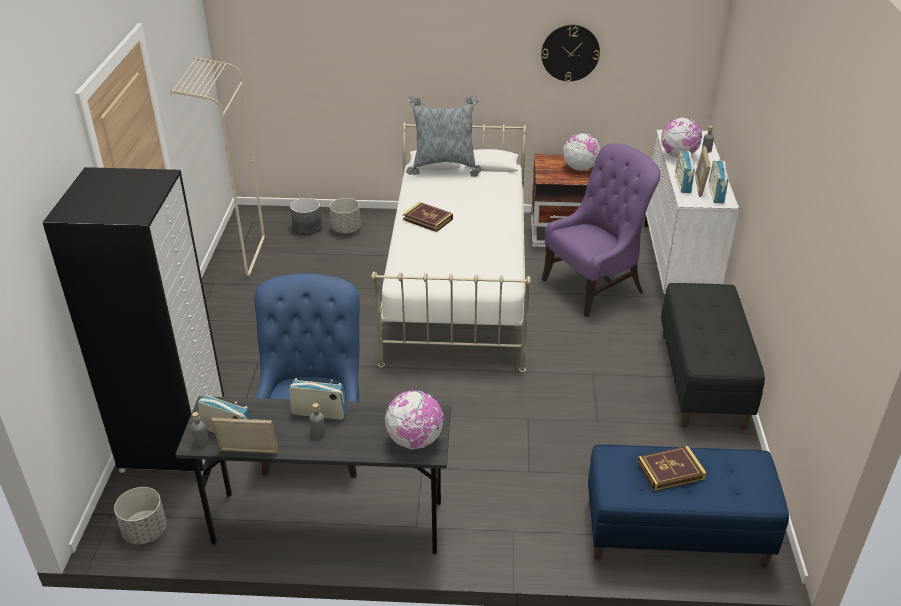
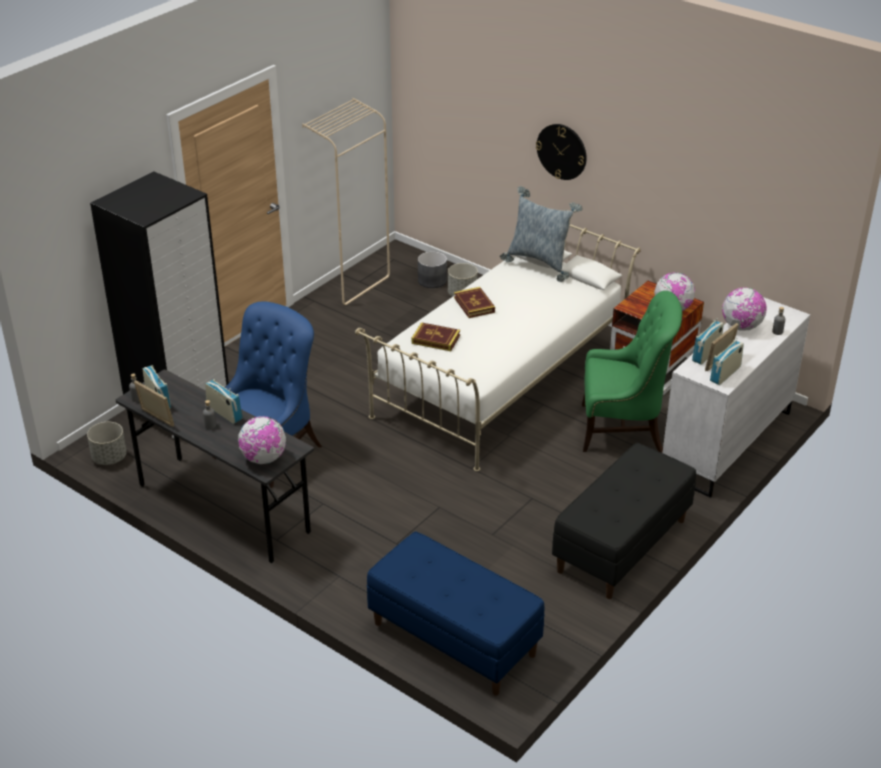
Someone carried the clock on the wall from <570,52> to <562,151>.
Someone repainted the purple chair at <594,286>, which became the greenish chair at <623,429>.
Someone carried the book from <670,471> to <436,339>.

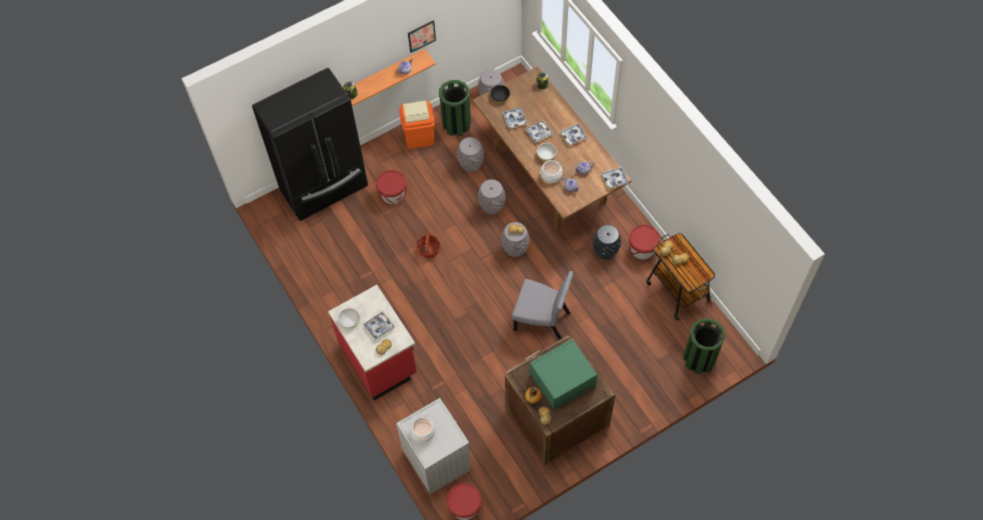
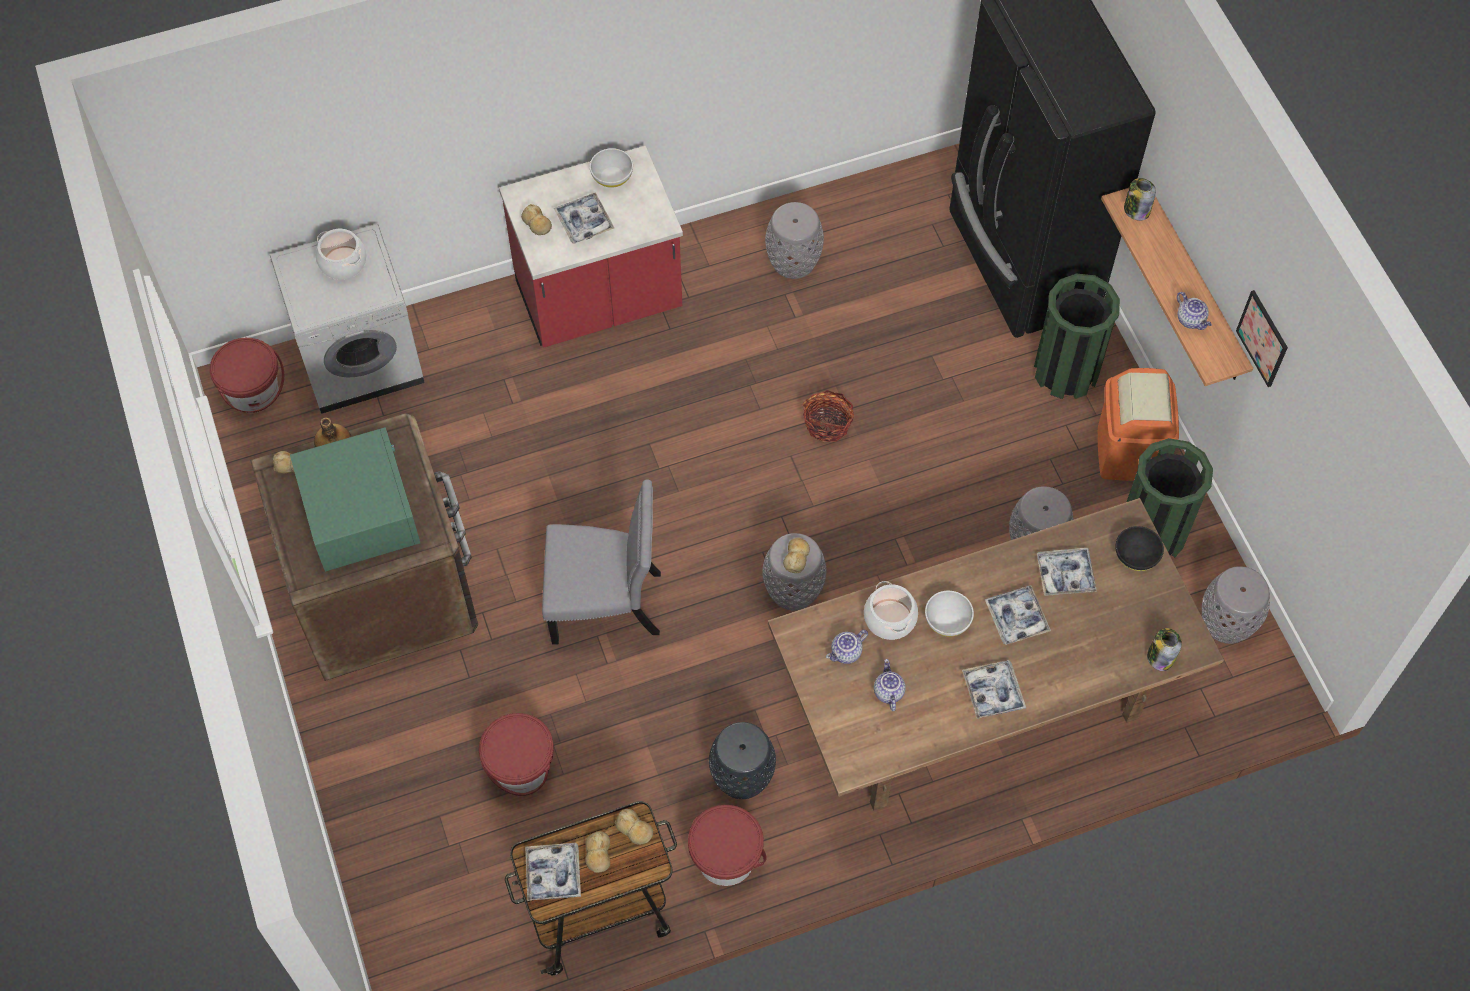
Someone carried the red-coloured water bucket from <393,194> to <521,767>.
Someone carried the gray stool from <491,205> to <793,261>.
Someone rotated the gray chair at <541,319> by 120 degrees counterclockwise.
Someone carried the carrying tray from <614,179> to <553,874>.
Someone carried the greenish rubbish bin from <699,359> to <1066,371>.

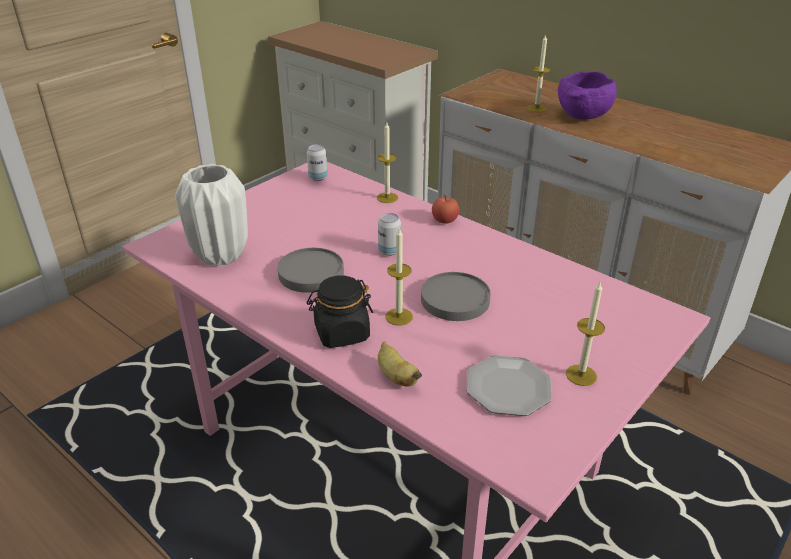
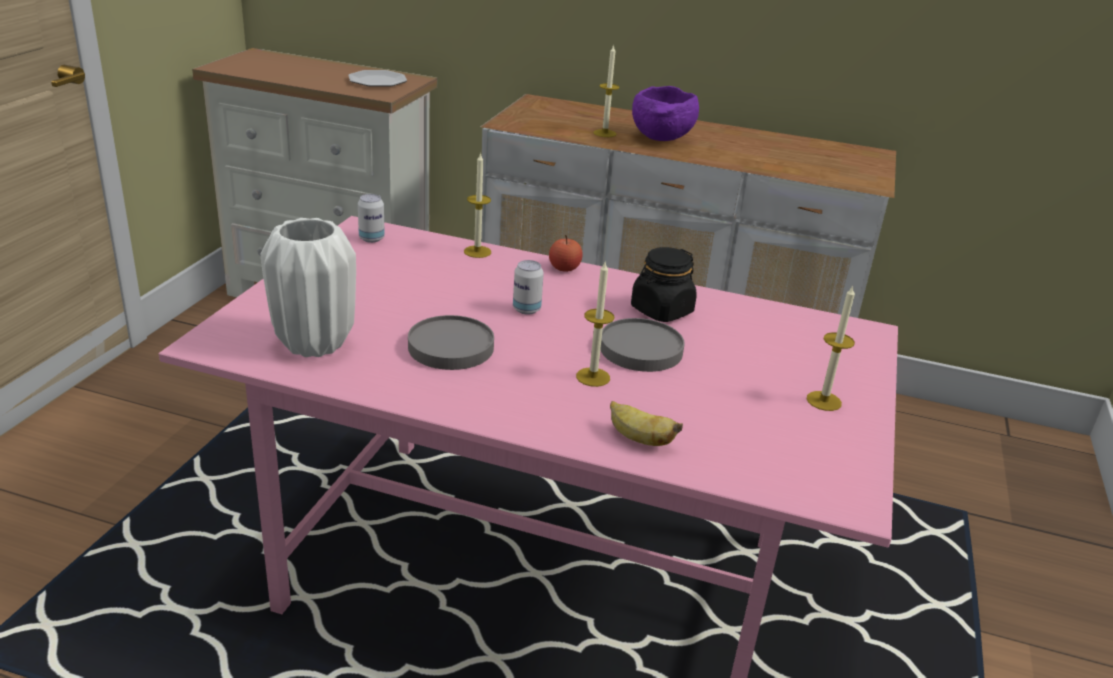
Someone carried the black jar from <341,333> to <661,311>.
Someone carried the plate from <507,387> to <377,81>.

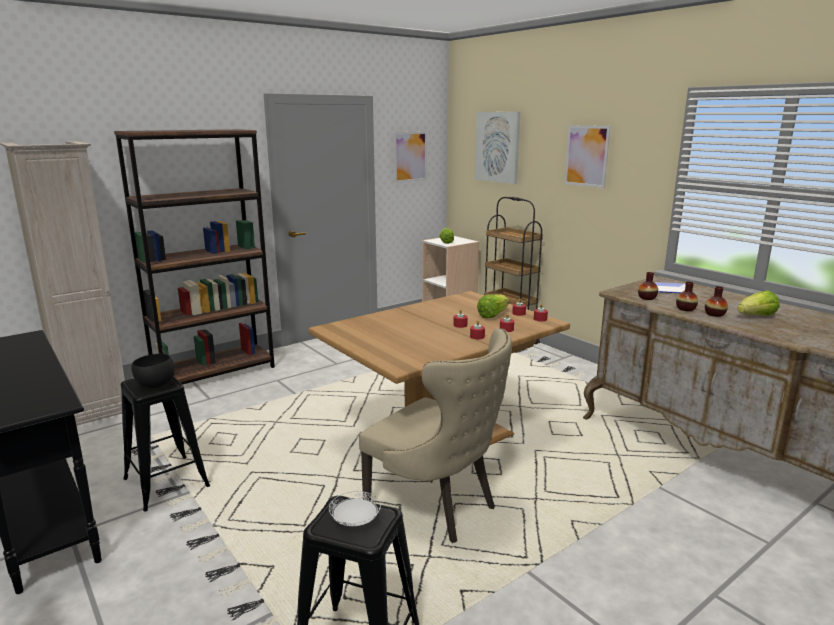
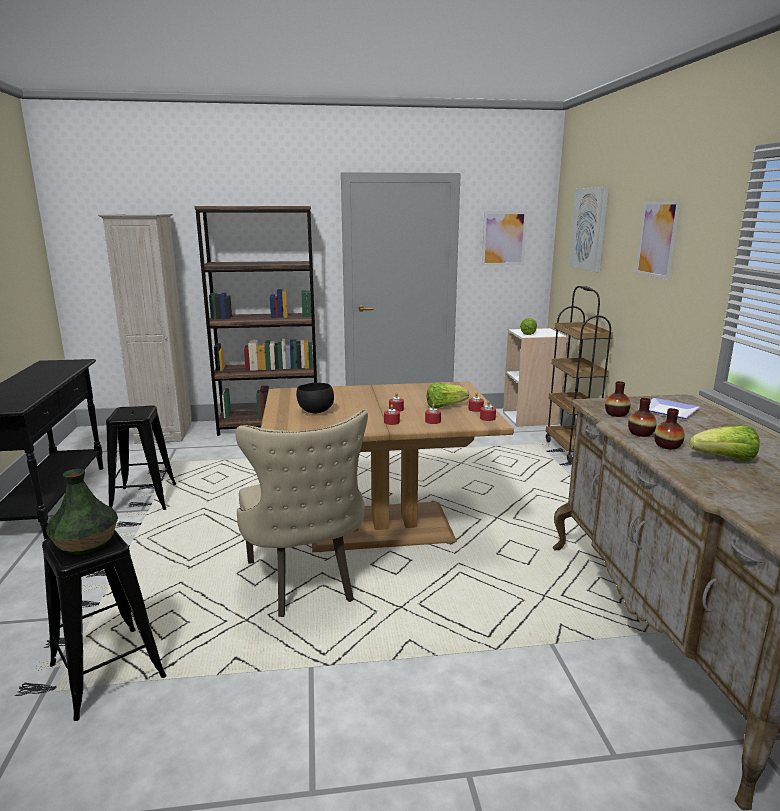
Someone carried the black serving bowl from <155,385> to <315,412>.
Someone swapped the whitish plate at <355,521> for the flower vase at <86,544>.

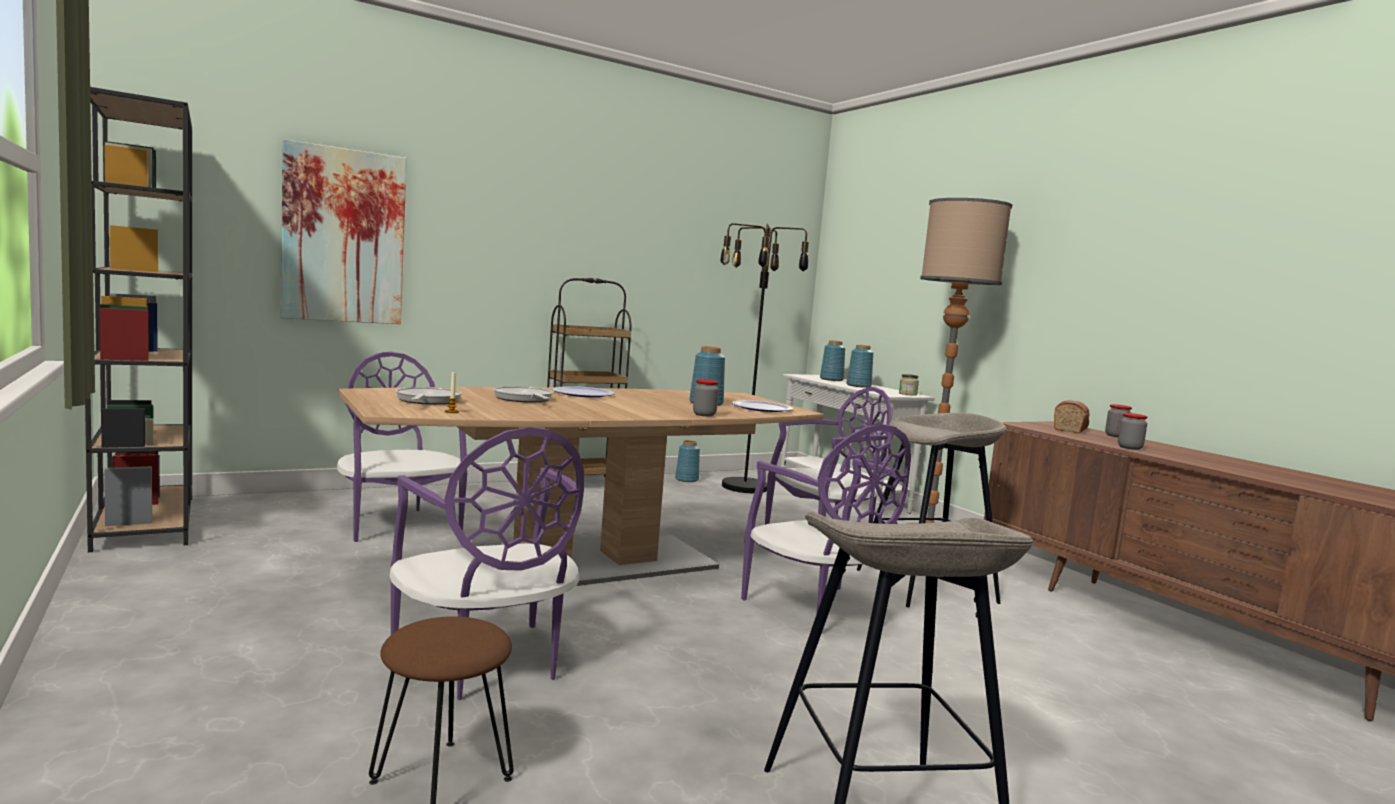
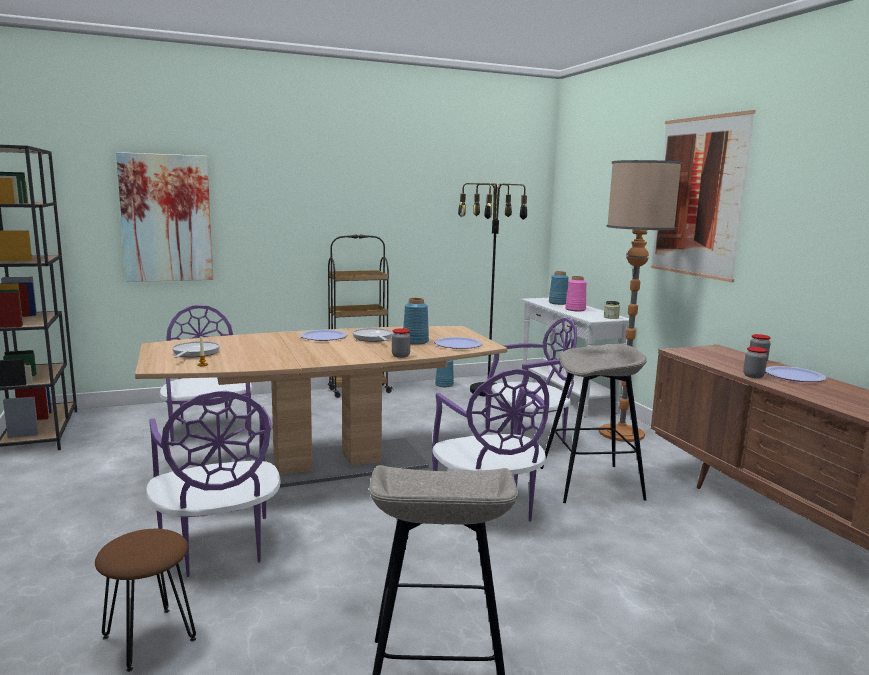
Someone carried the skillet from <524,399> to <373,338>.
Someone repainted the blue flower vase at <858,386>, which became the pink flower vase at <575,309>.
Someone took away the bakery bread at <1071,429>.
Someone put up the wall art at <698,196>.
Someone put down the plate at <794,376>.

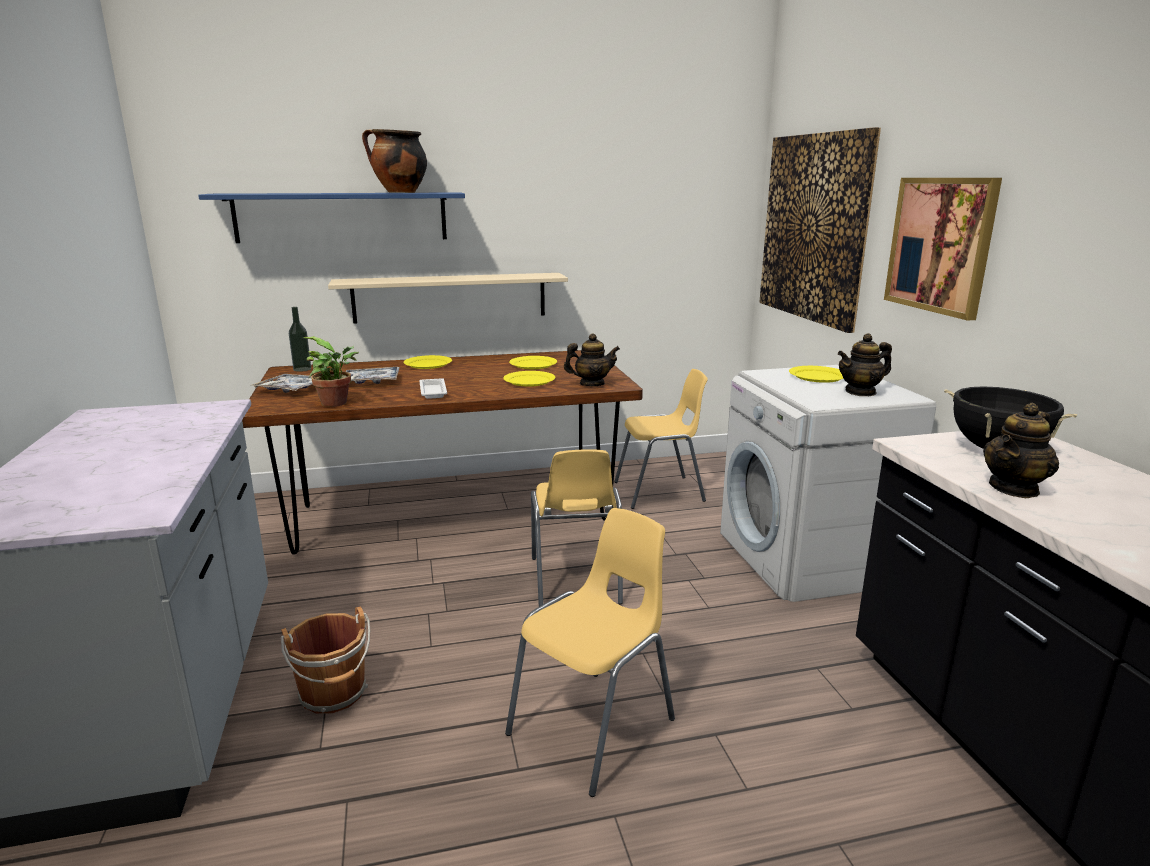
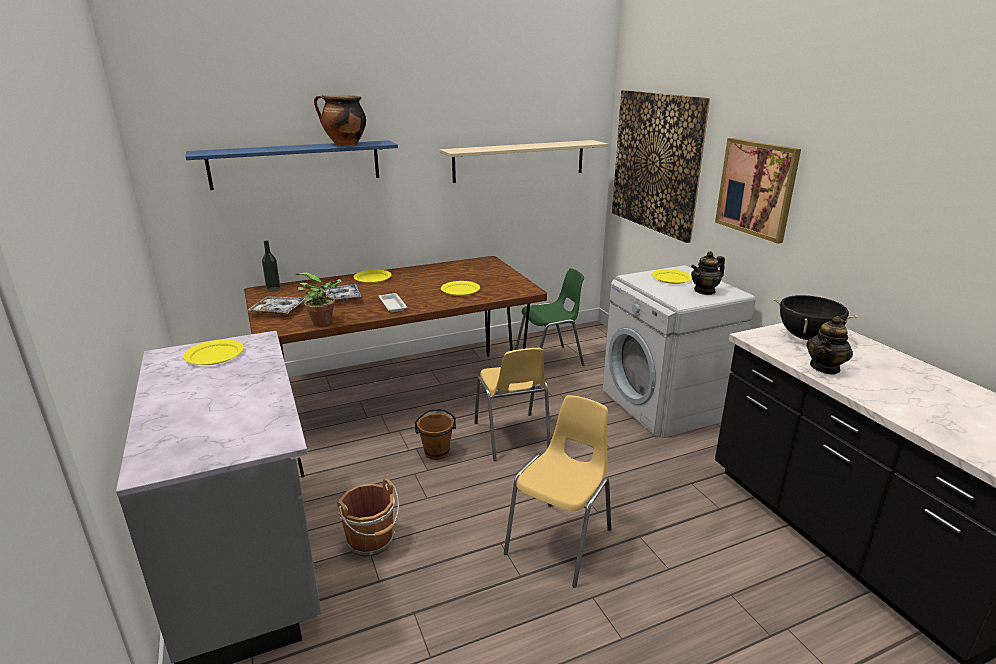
Someone carried the beige-coloured bracket shelf from <450,297> to <519,161>.
Someone carried the yellow plate from <533,364> to <215,355>.
Someone took away the teapot at <591,384>.
Someone repainted the yellow chair at <660,492>, which became the greenish chair at <549,361>.
Someone put down the brown water bucket at <436,453>.

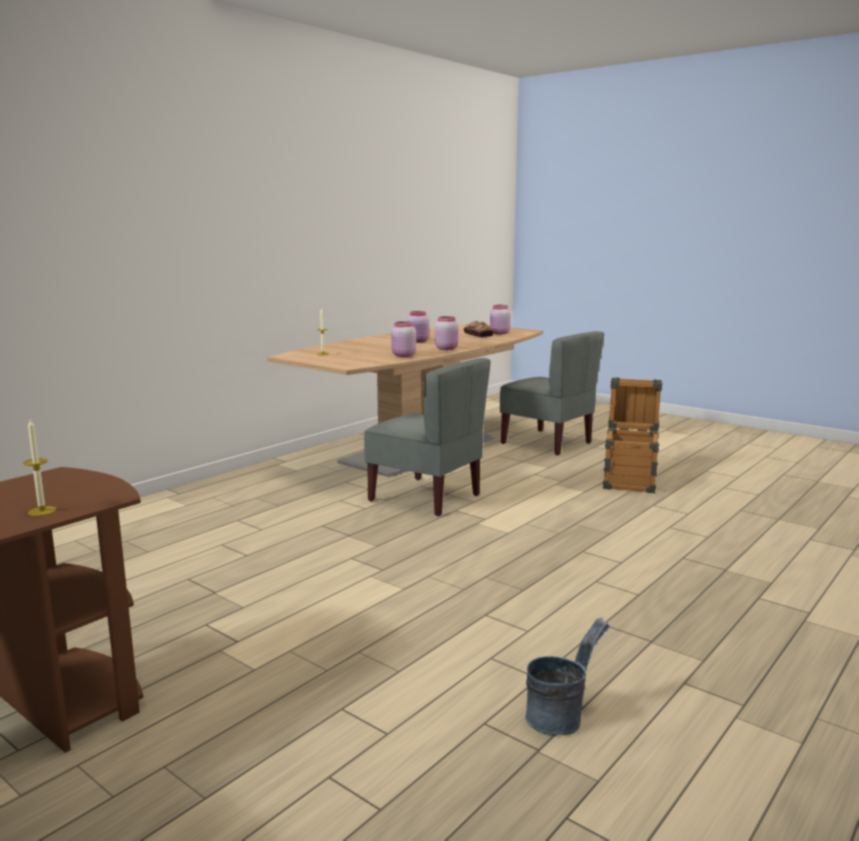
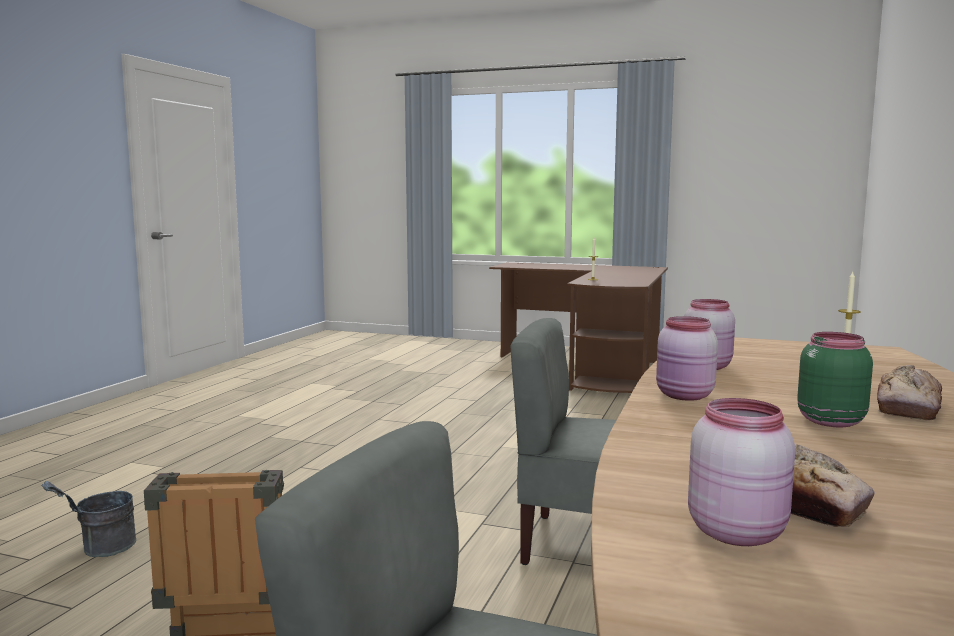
Someone repainted the pink jar at <418,341>, which became the greenish jar at <828,420>.
Someone carried the gray water bucket from <561,716> to <100,550>.
Someone put down the bakery bread at <908,407>.

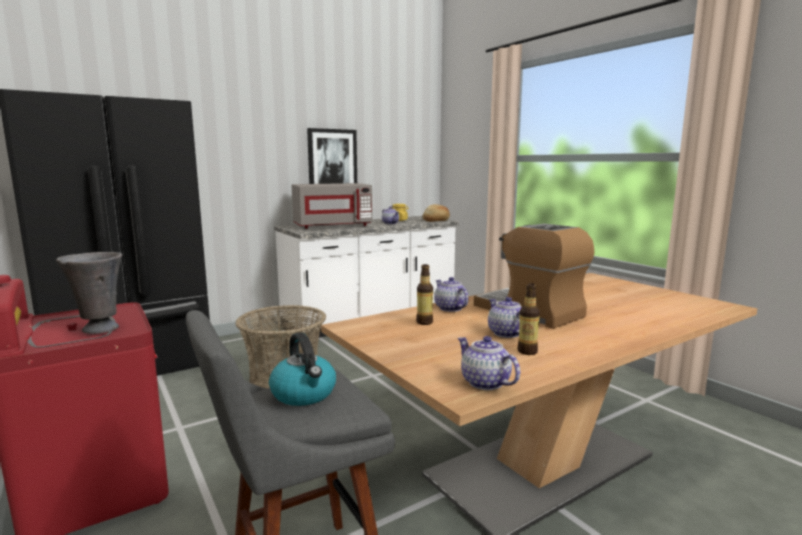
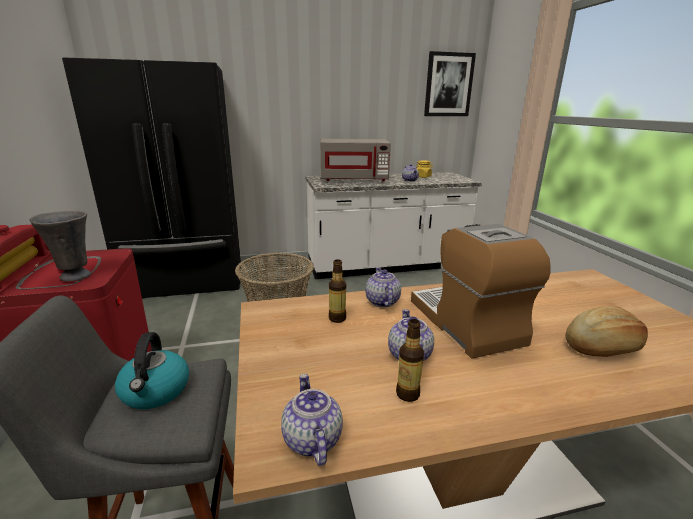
Someone carried the wall art from <332,161> to <448,85>.
Someone carried the bakery bread from <436,221> to <602,347>.

